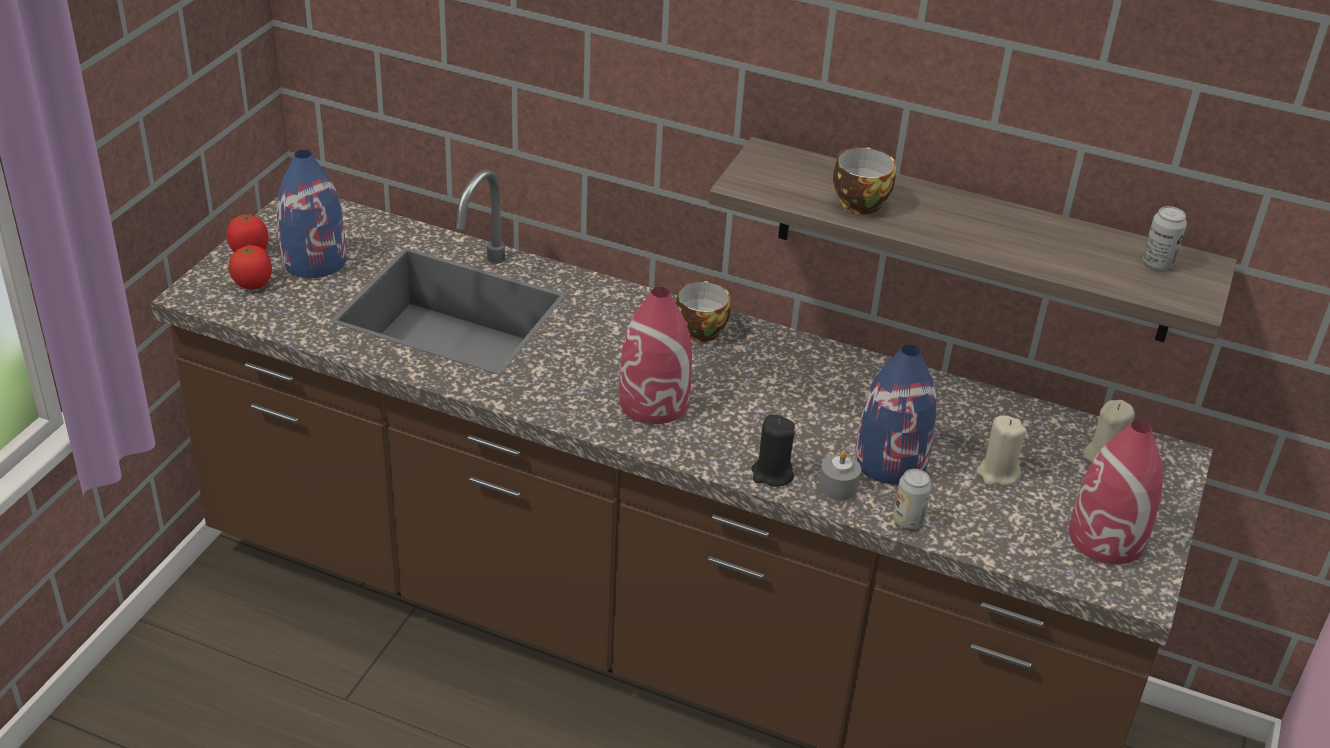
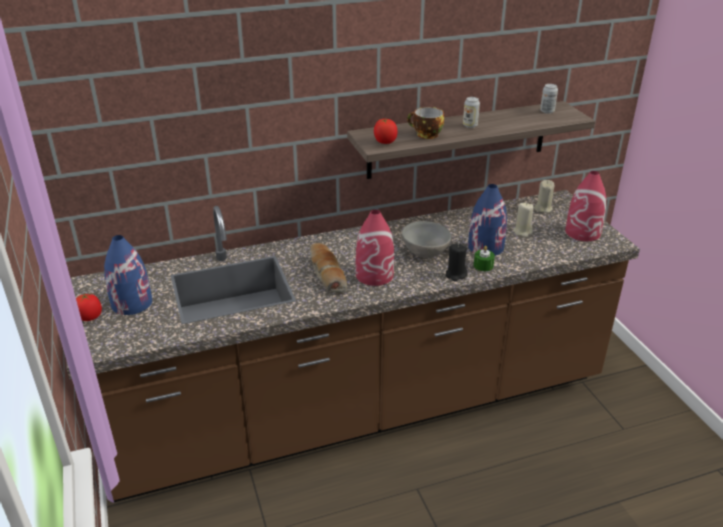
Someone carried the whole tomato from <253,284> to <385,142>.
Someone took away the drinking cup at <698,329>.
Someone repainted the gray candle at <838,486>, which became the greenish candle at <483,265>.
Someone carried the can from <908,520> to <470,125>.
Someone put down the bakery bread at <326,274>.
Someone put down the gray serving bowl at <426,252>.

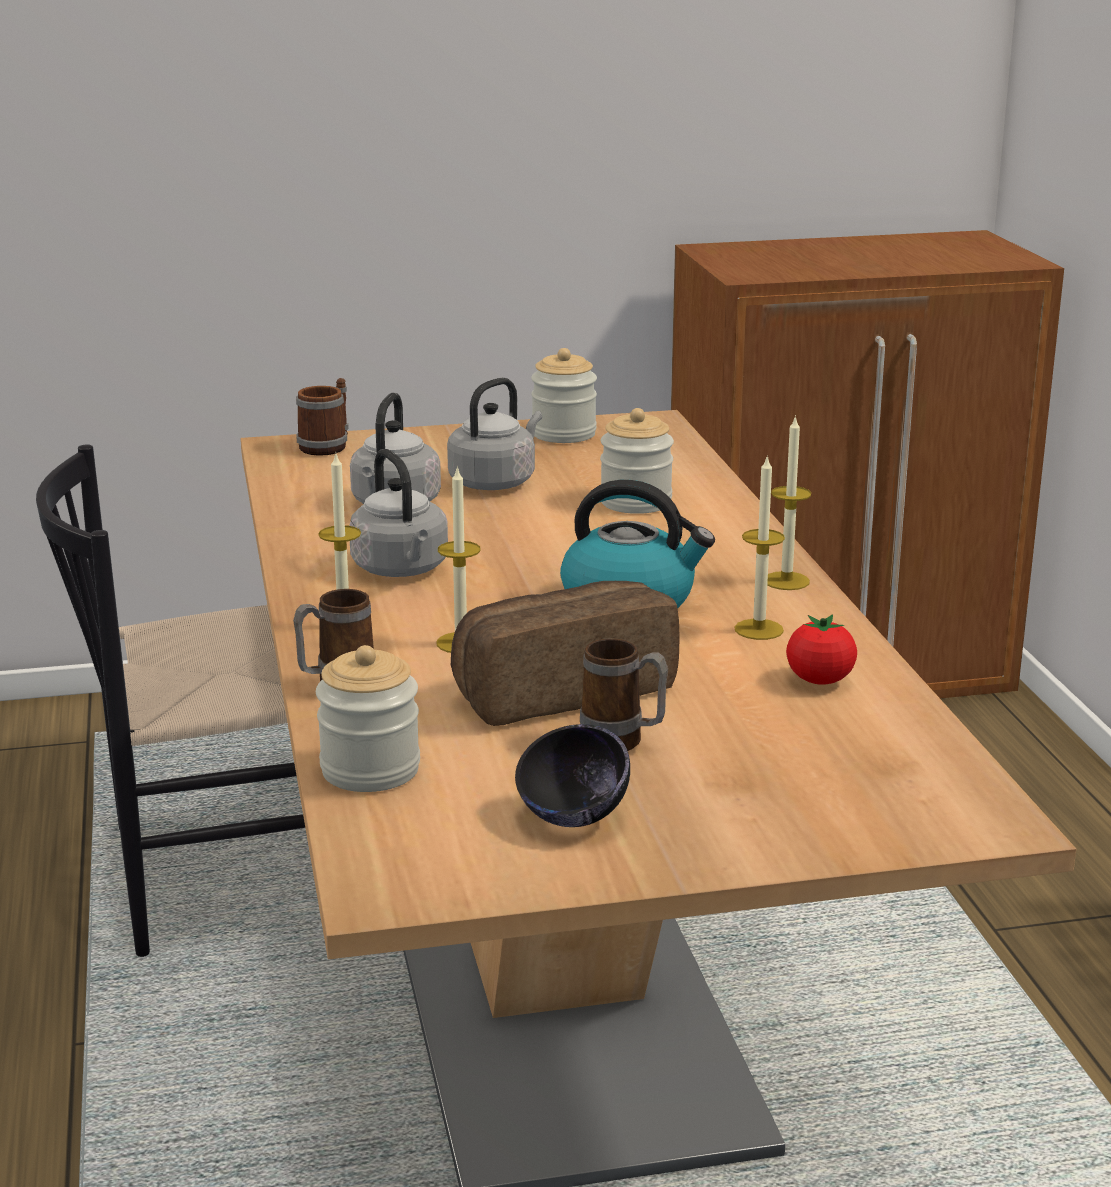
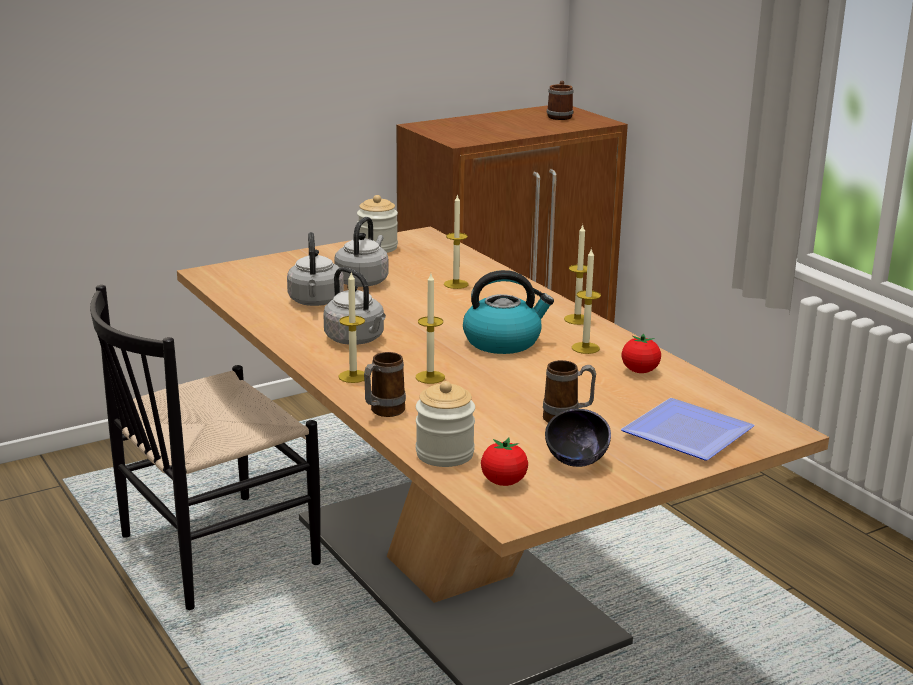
Someone carried the coffee mug from <328,445> to <559,116>.
Someone took away the bakery bread at <561,690>.
Someone swapped the jar at <635,502> for the candle at <456,284>.
Someone put down the whole tomato at <503,482>.
Someone put down the plate at <688,436>.

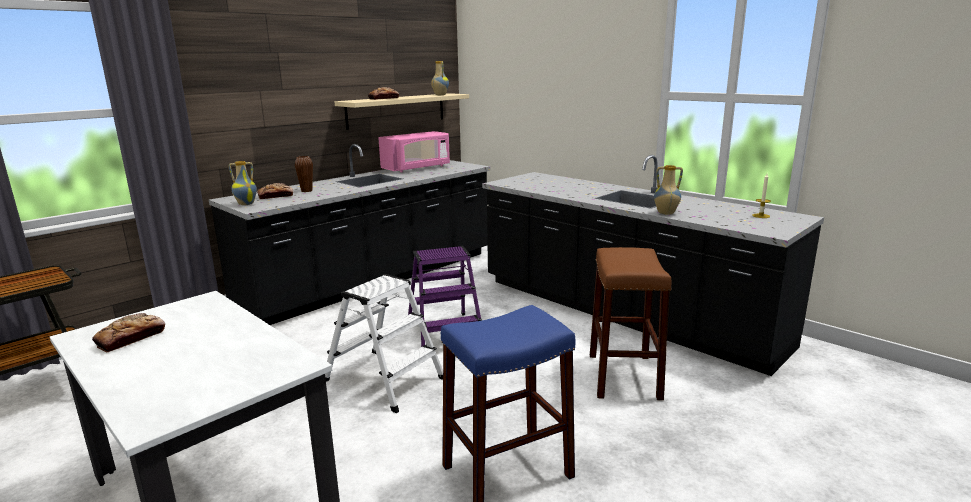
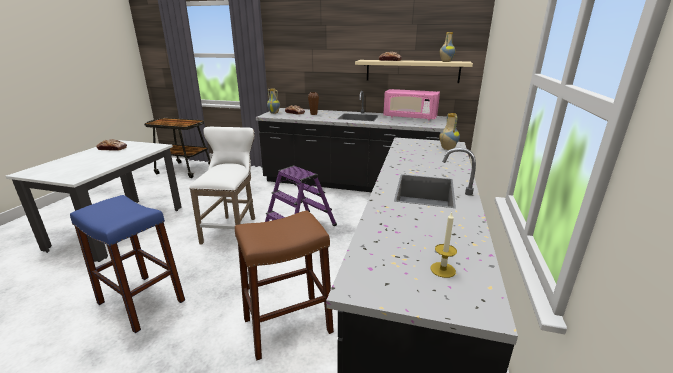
Someone swapped the whitish step ladder at <384,379> for the whitish stool at <233,228>.
Someone carried the flower vase from <665,213> to <447,148>.

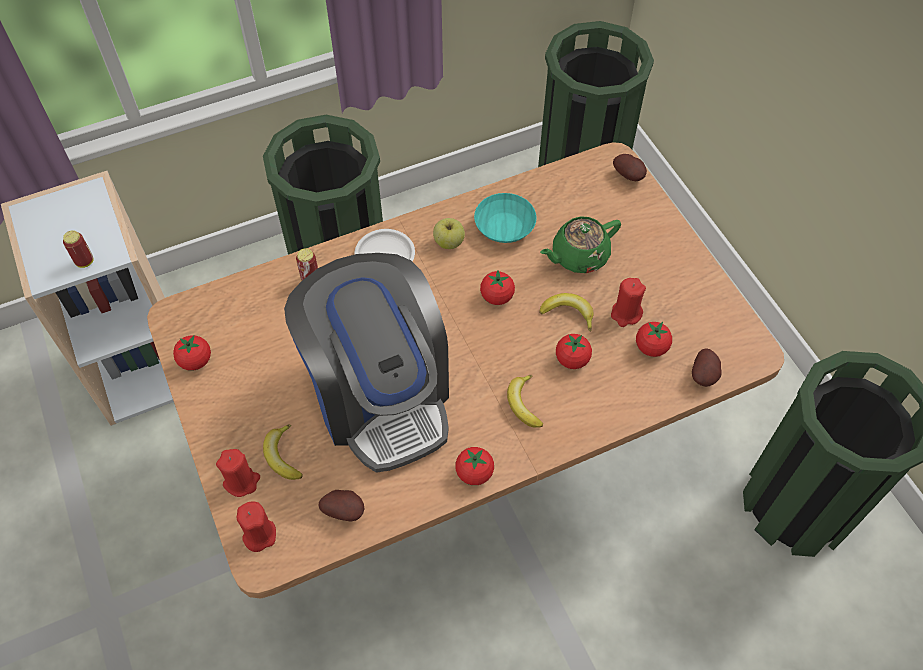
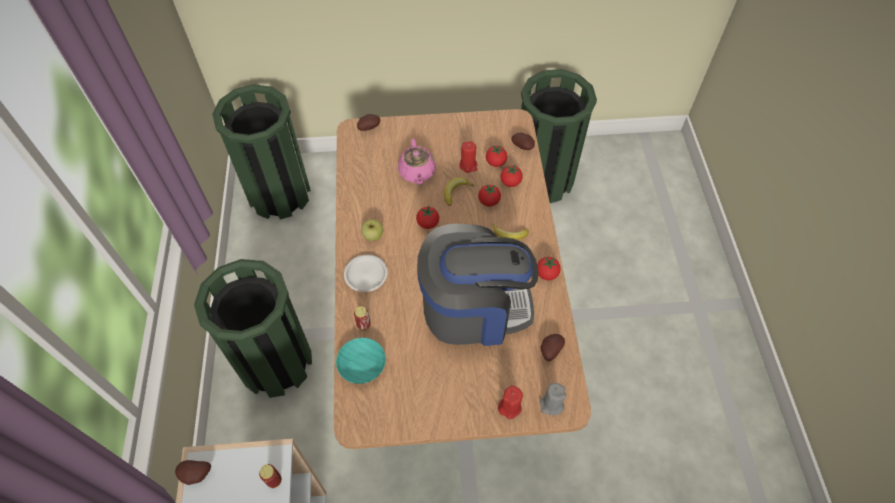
Someone carried the whole tomato from <195,361> to <510,182>.
Someone repainted the red-coloured candle at <259,534>, which became the gray candle at <551,404>.
Someone took away the whole banana at <282,456>.
Someone carried the blue-green serving bowl from <504,225> to <361,365>.
Someone repainted the greenish teapot at <578,256>, which became the pink teapot at <417,173>.
Someone put down the spud at <196,475>.

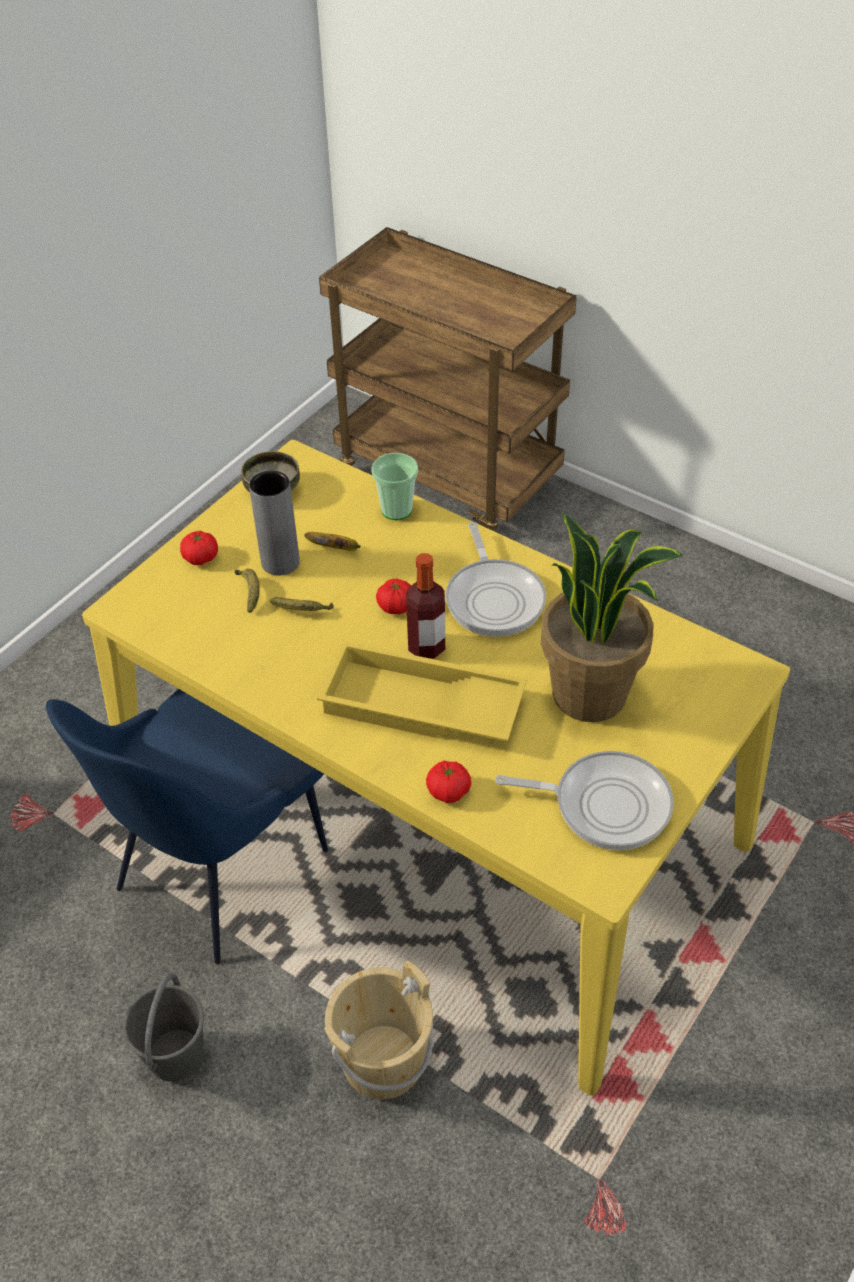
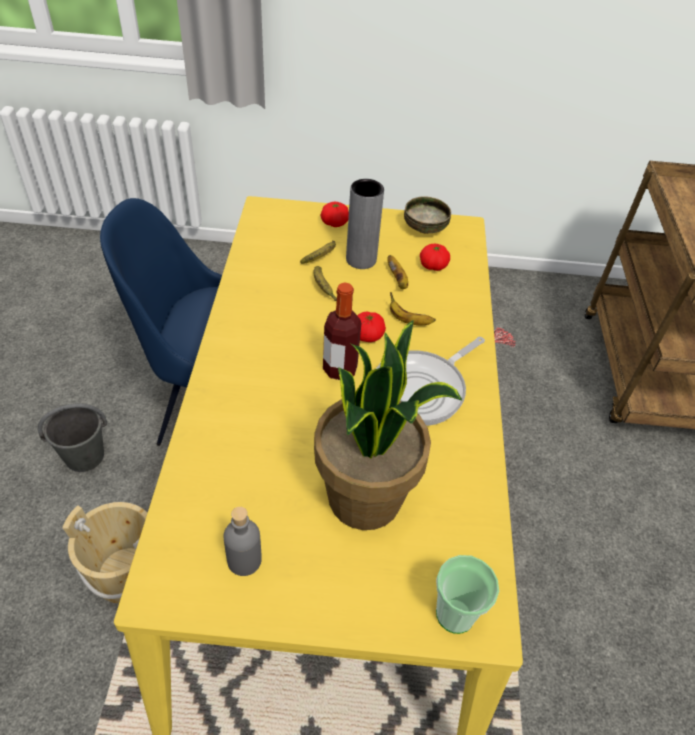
Someone took away the yellow carrying tray at <420,707>.
Someone carried the drinking cup from <396,510> to <455,614>.
Someone carried the whole tomato from <448,791> to <433,265>.
Someone swapped the skillet at <604,804> for the gray beverage bottle at <244,560>.
Someone put down the whole banana at <408,320>.

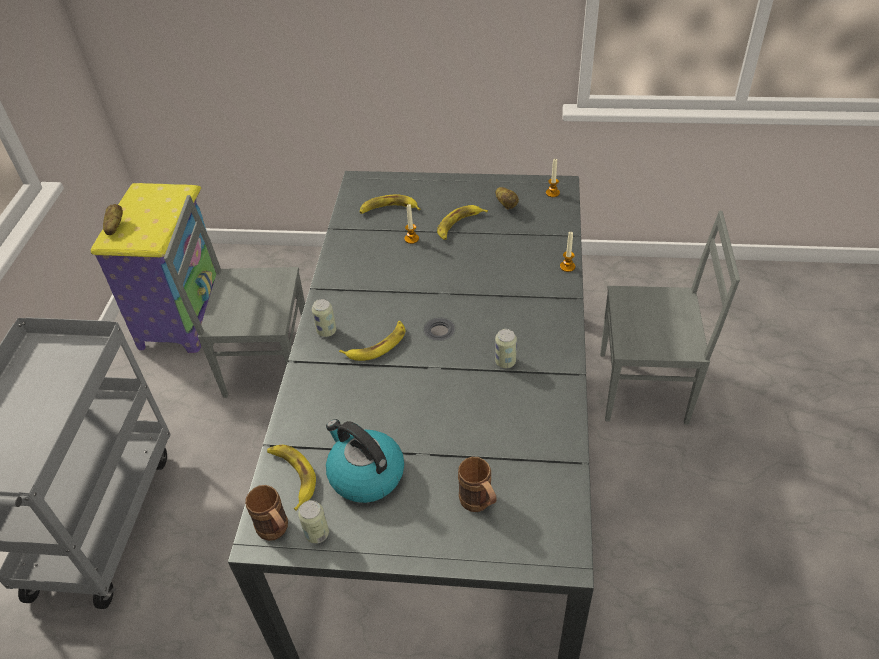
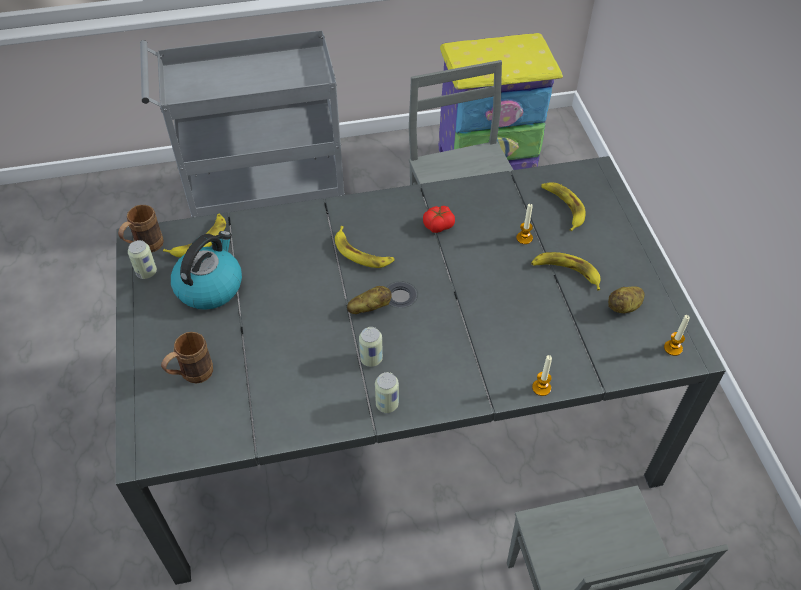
Someone carried the spud from <115,227> to <369,308>.
Someone carried the can from <326,331> to <387,404>.
Someone put down the whole tomato at <438,225>.

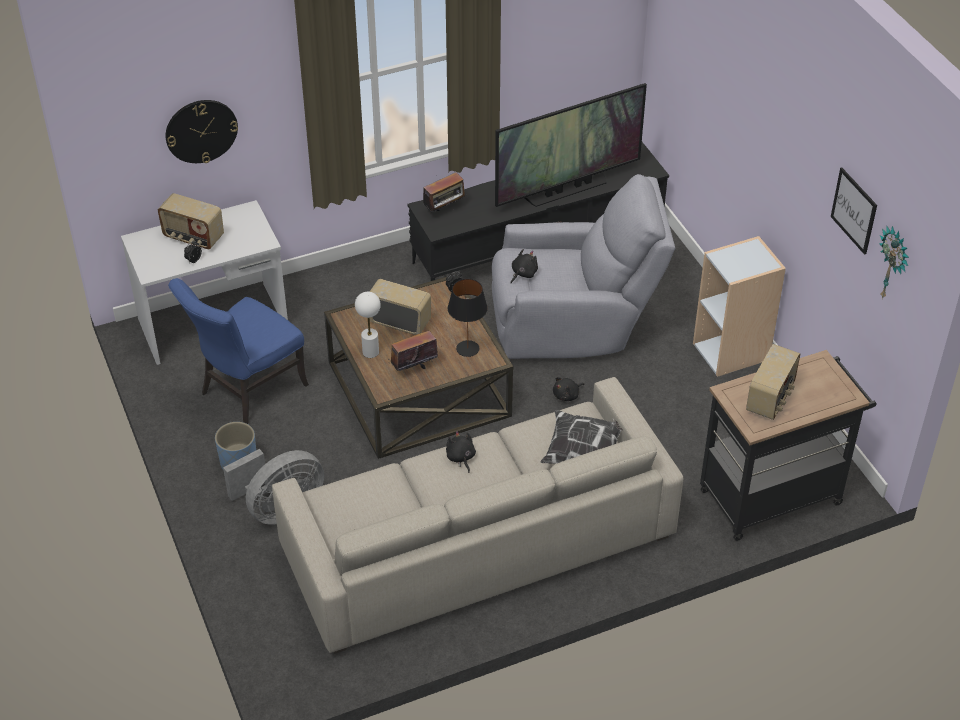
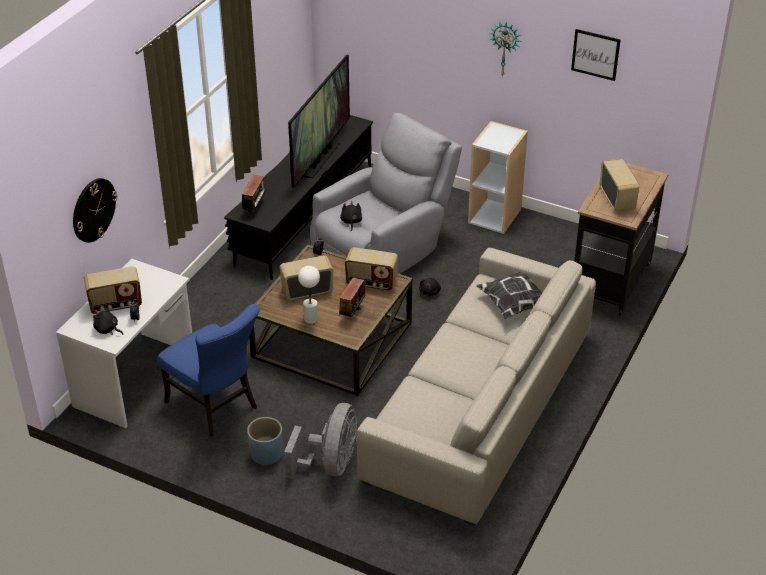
Someone rotated the blue chair at <248,391> by 45 degrees counterclockwise.
Someone carried the black soft toy from <461,458> to <107,329>.
Someone swapped the black lamp for a table at <468,348> for the radio receiver at <371,283>.
Someone carried the clock on the wall from <893,264> to <505,48>.

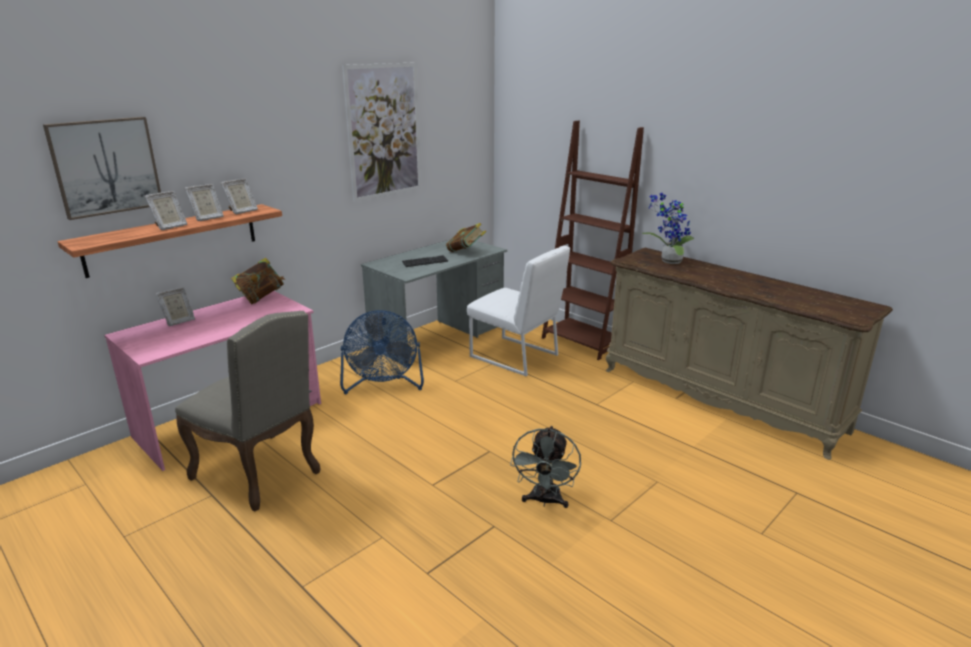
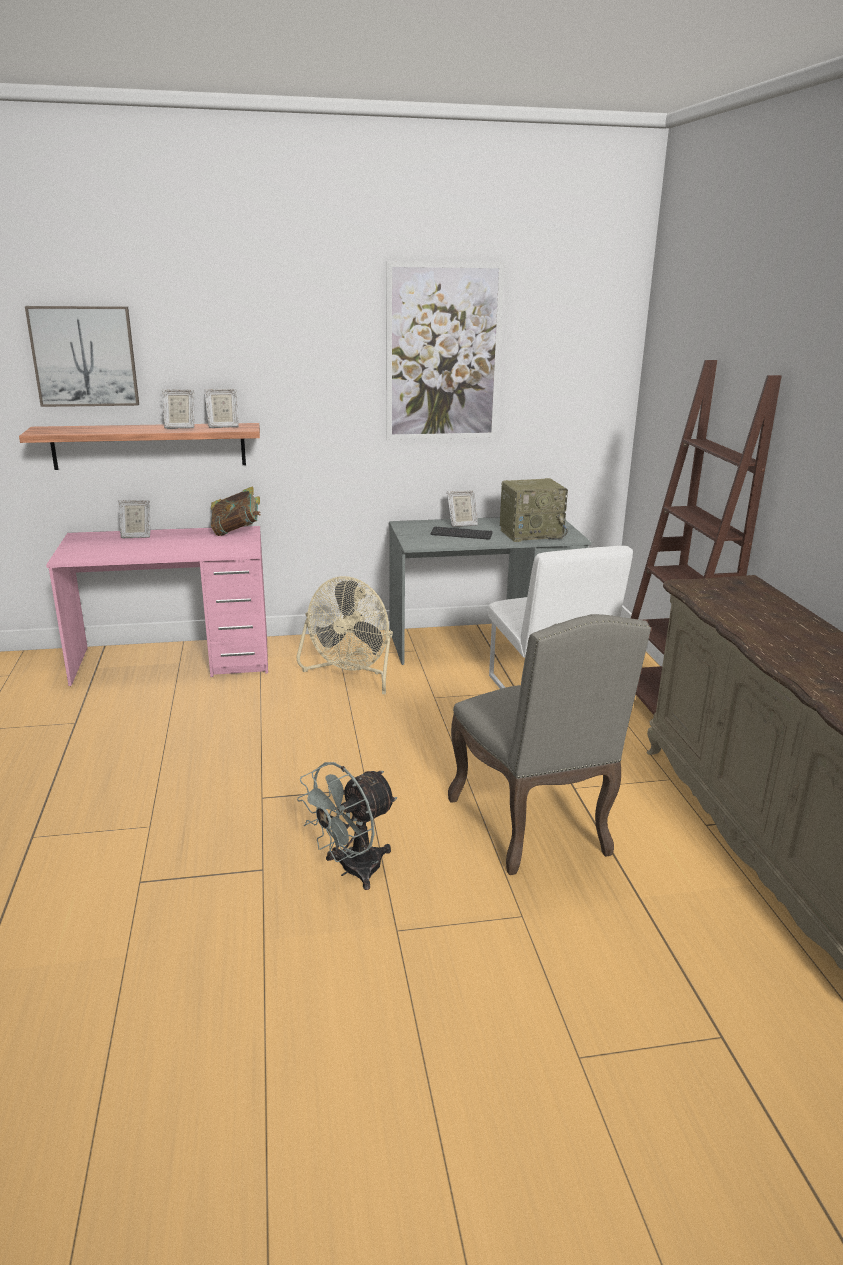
Someone carried the photo frame from <169,227> to <461,524>.
Someone carried the gray chair from <261,474> to <534,827>.
Someone repainted the blue electric fan at <380,384>, which became the beige-coloured electric fan at <351,673>.
Someone swapped the book at <466,252> for the radio receiver at <531,534>.
Someone took away the plant in a pot at <668,261>.

